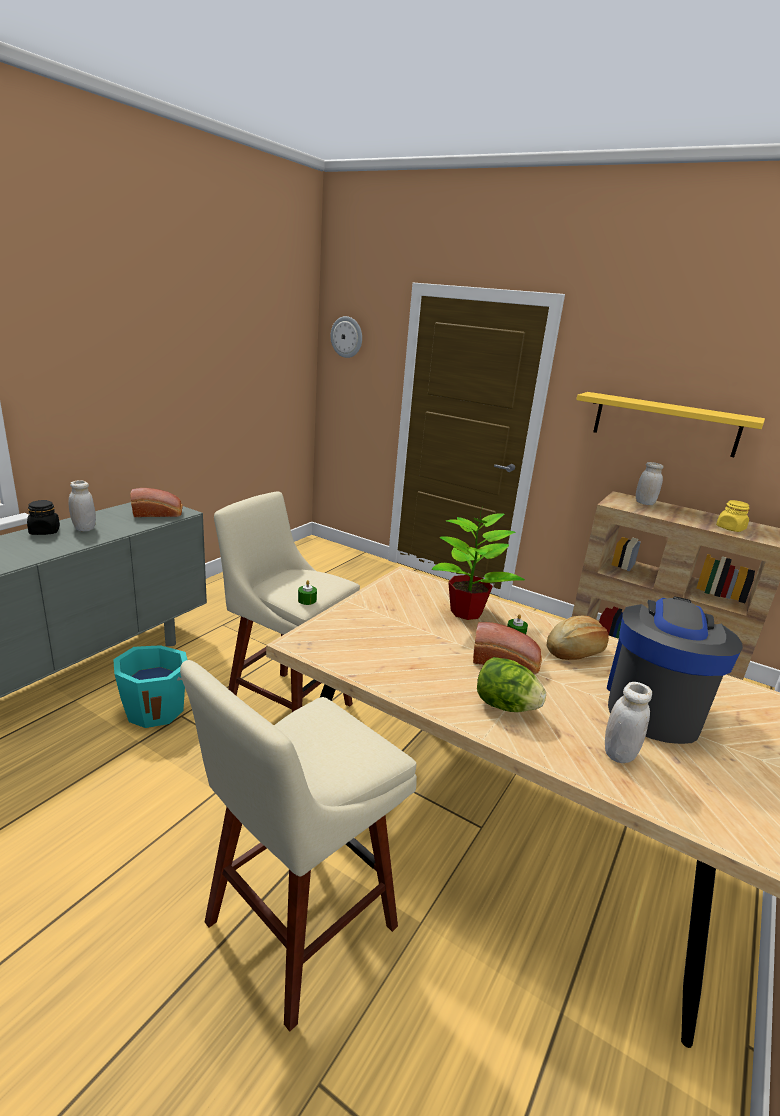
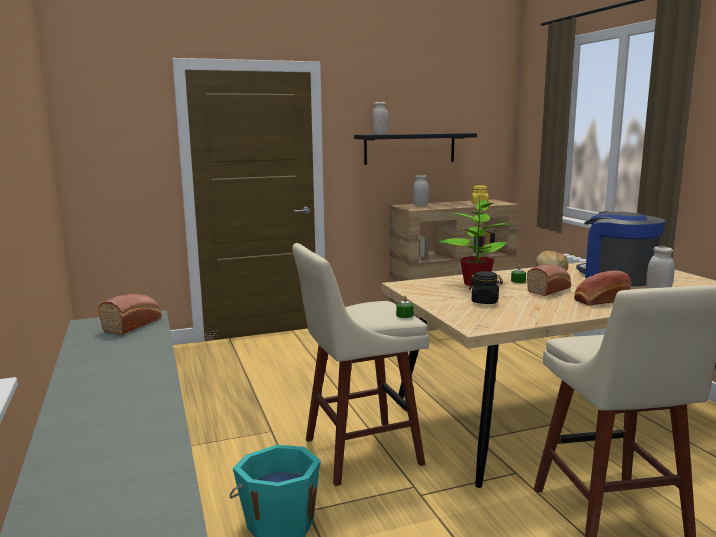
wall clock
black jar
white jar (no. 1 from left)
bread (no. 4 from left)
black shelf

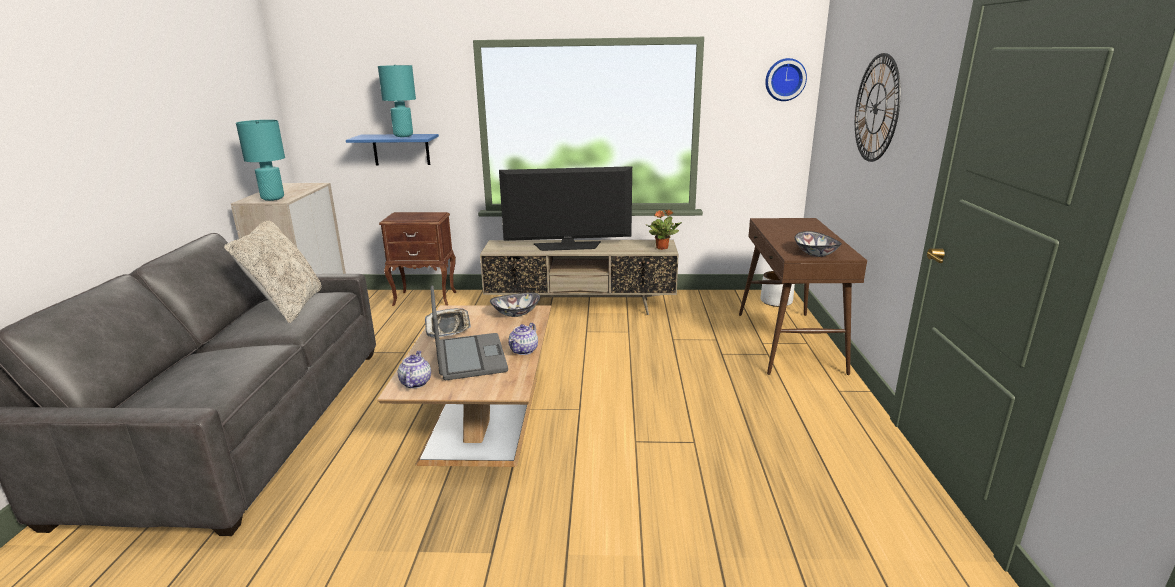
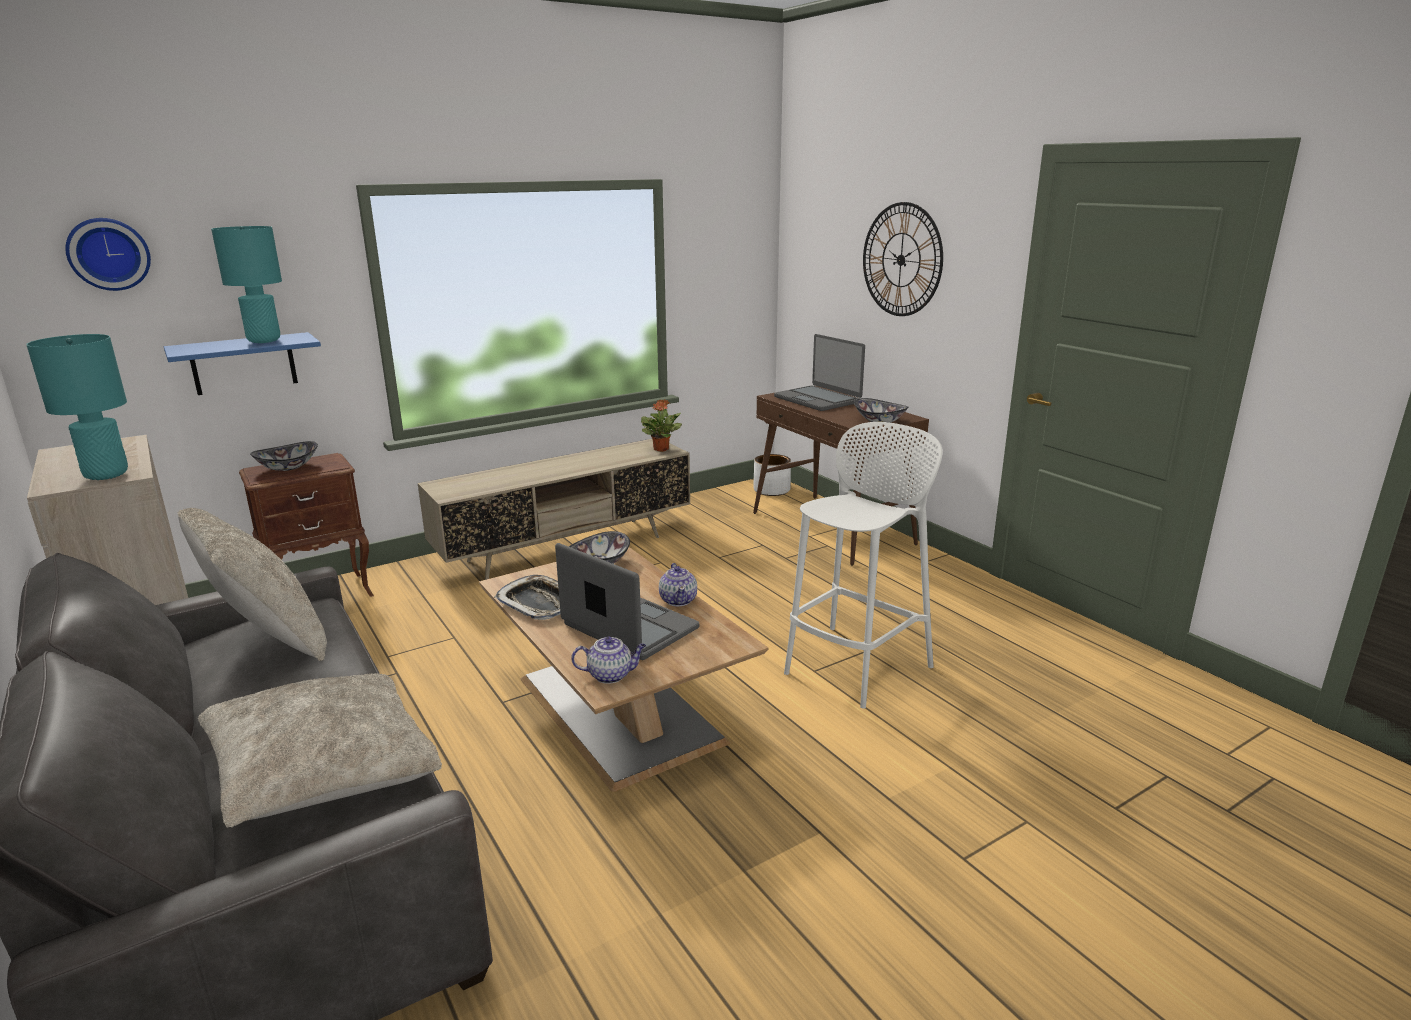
television
beige pillow (no. 2 from left)
bowl (no. 1 from left)
laptop (no. 2 from left)
white stool
wall clock (no. 1 from left)
teapot (no. 1 from left)

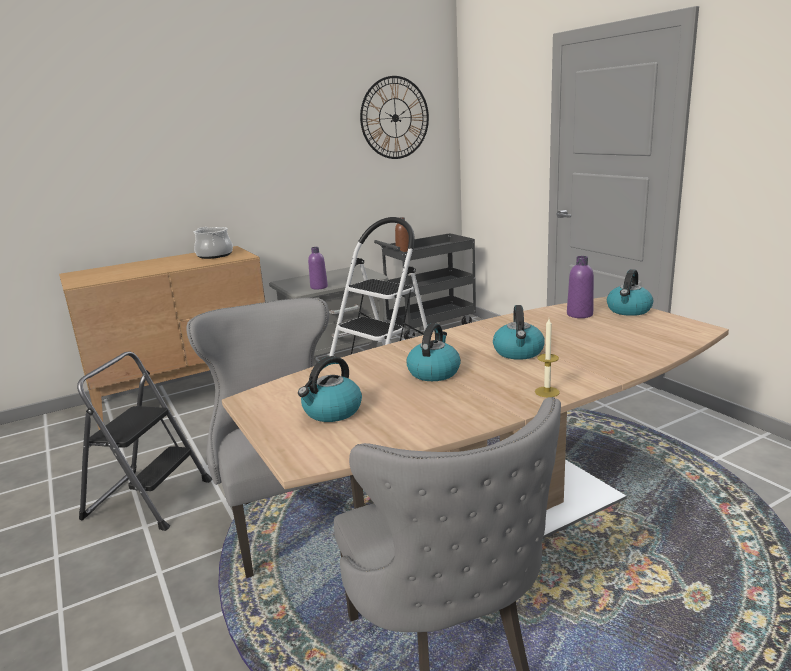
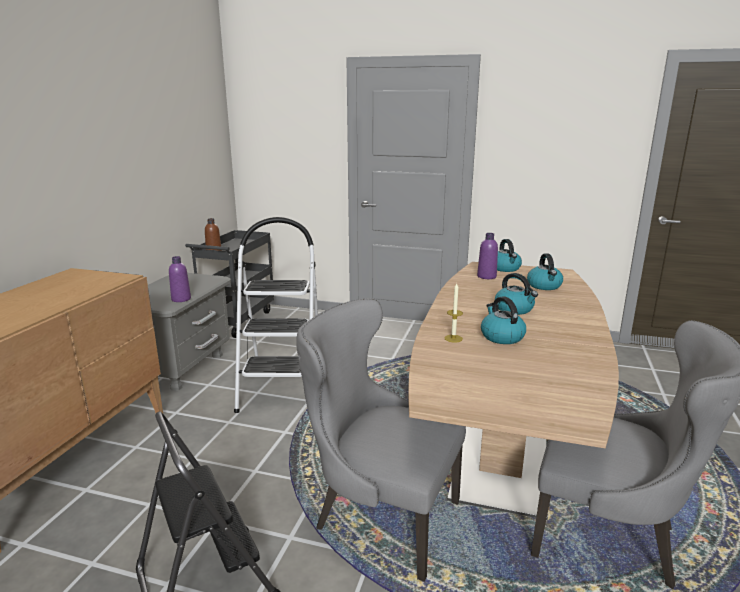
cooking pot
wall clock
kettle (no. 4 from left)
candle

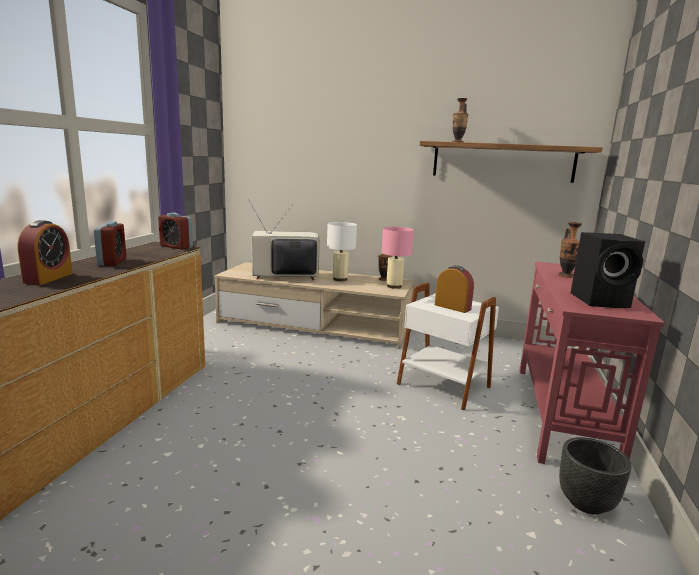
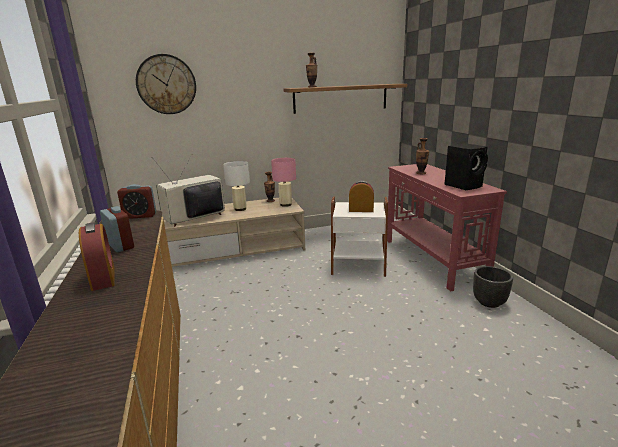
wall clock

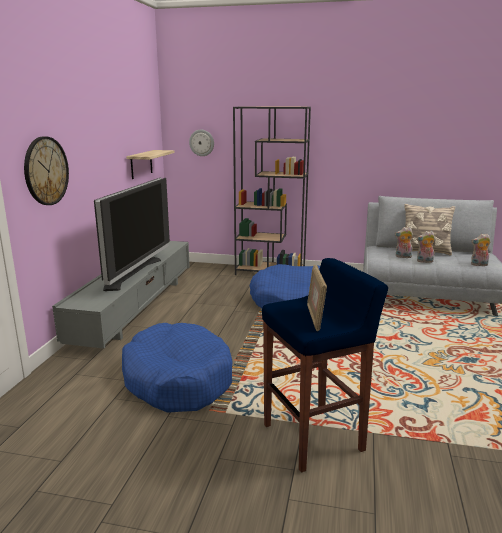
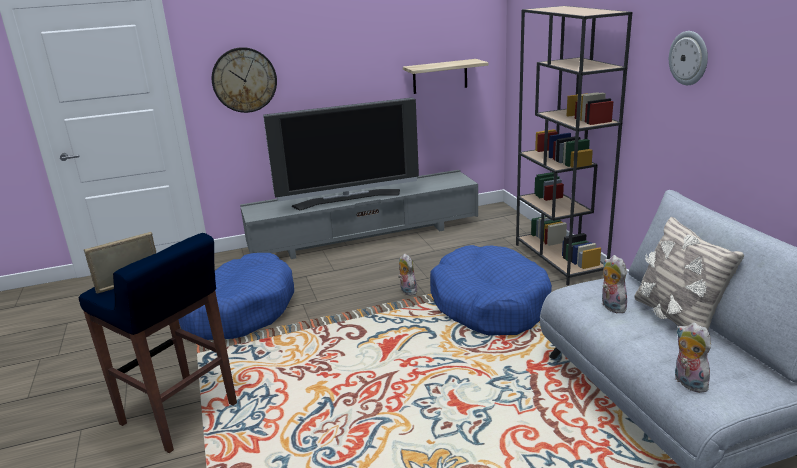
wall clock (no. 2 from left)
plush toy (no. 1 from left)

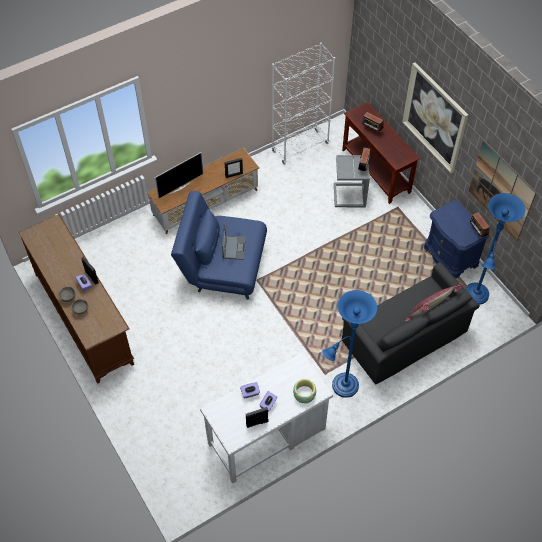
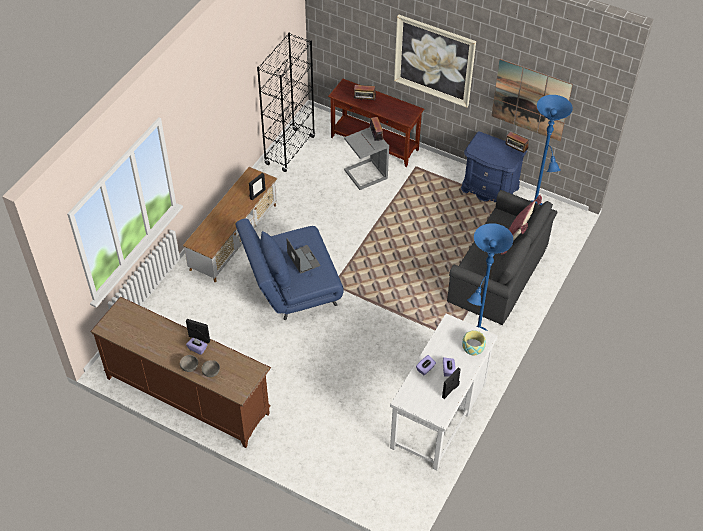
television
black bookcase

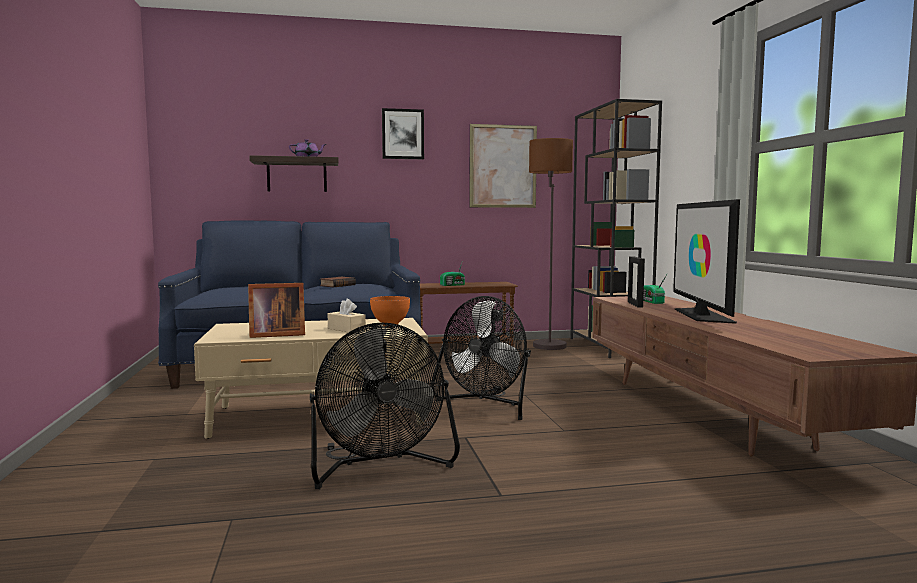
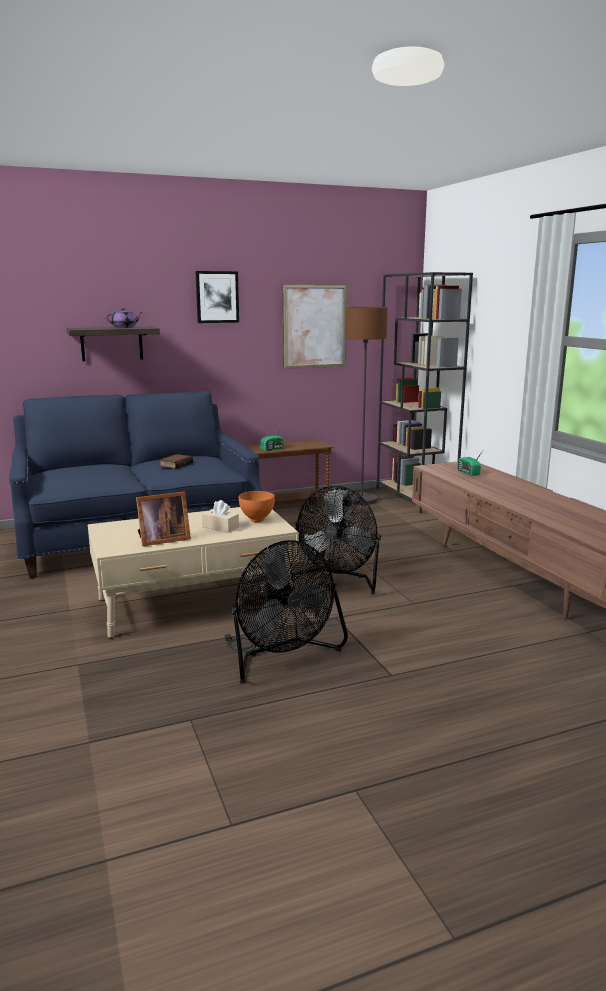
picture frame (no. 2 from left in the first image)
television

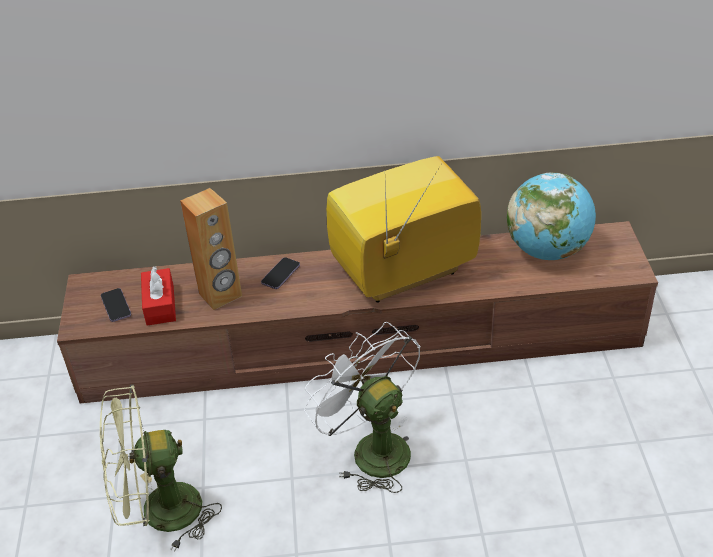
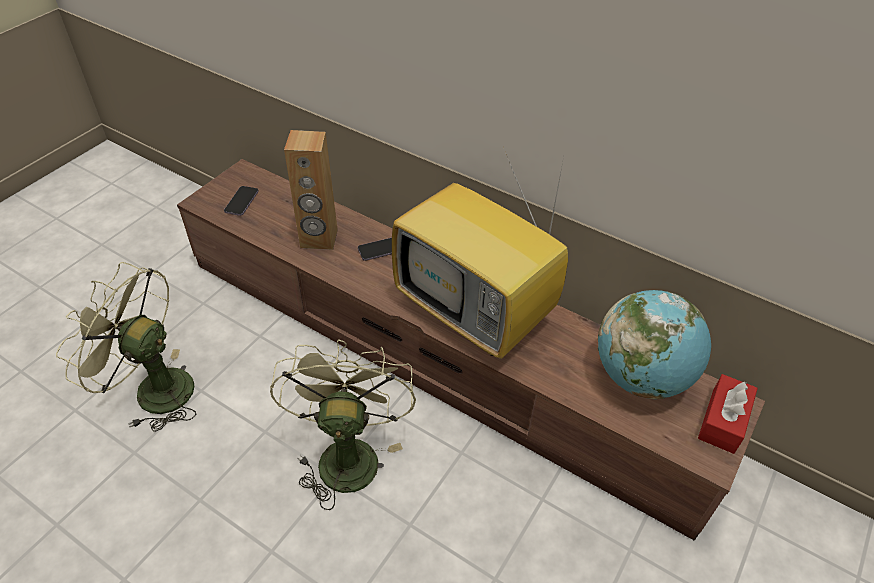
red tissue box
green fan (no. 2 from left)
television

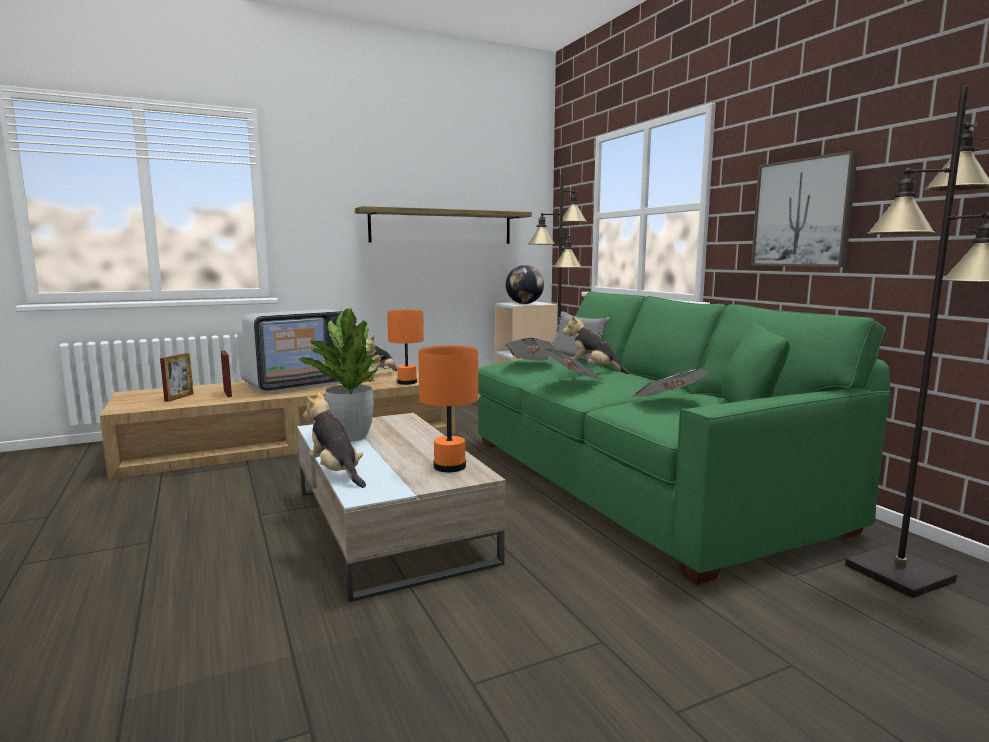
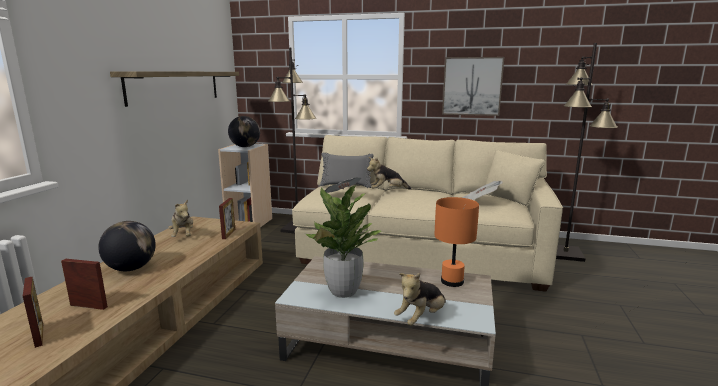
newspaper (no. 2 from left in the first image)
globe (no. 1 from left)
picture frame (no. 3 from left)
beige sofa
plush toy (no. 3 from left)

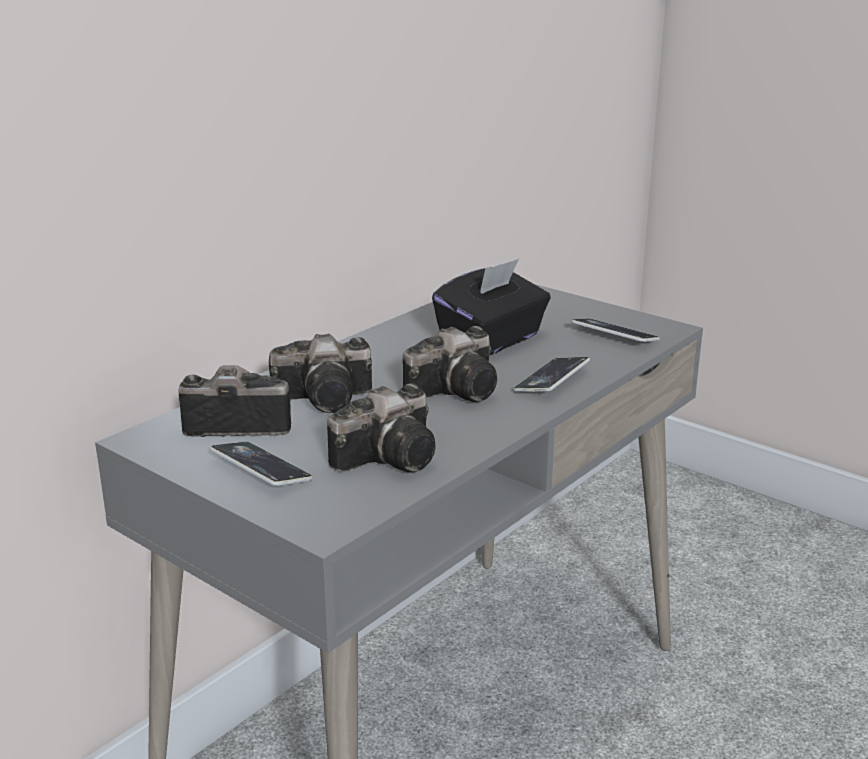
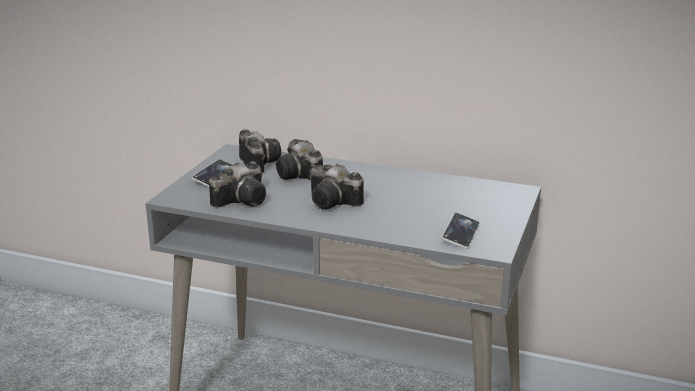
black tissue box
phone (no. 2 from left in the first image)
photo camera (no. 1 from left)

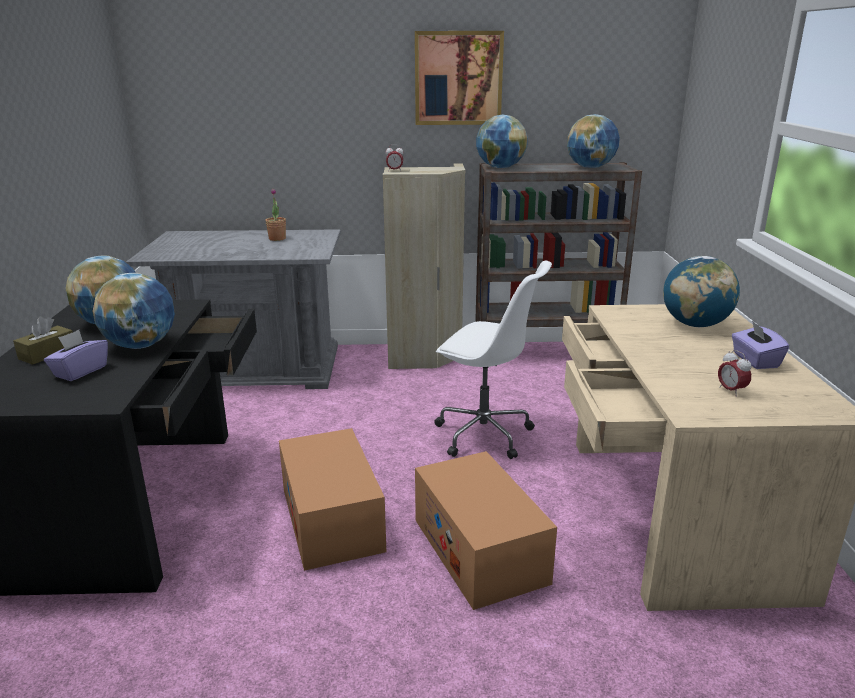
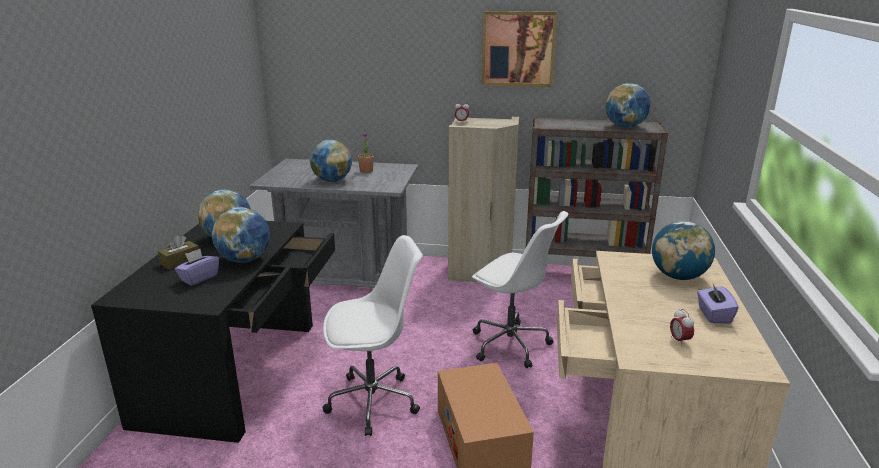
globe (no. 3 from left)
white office chair (no. 1 from left)

